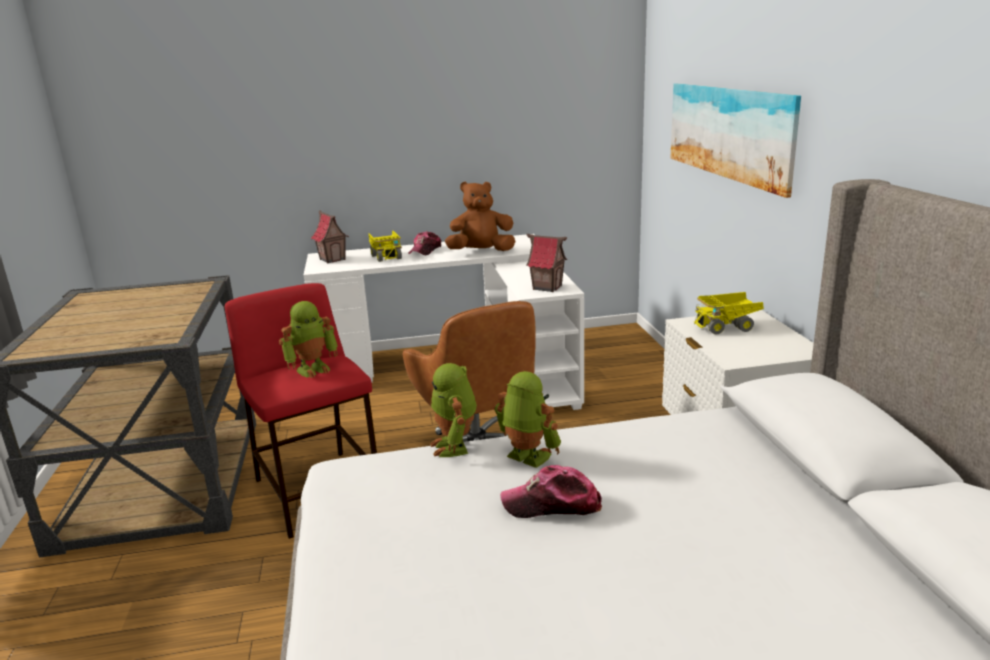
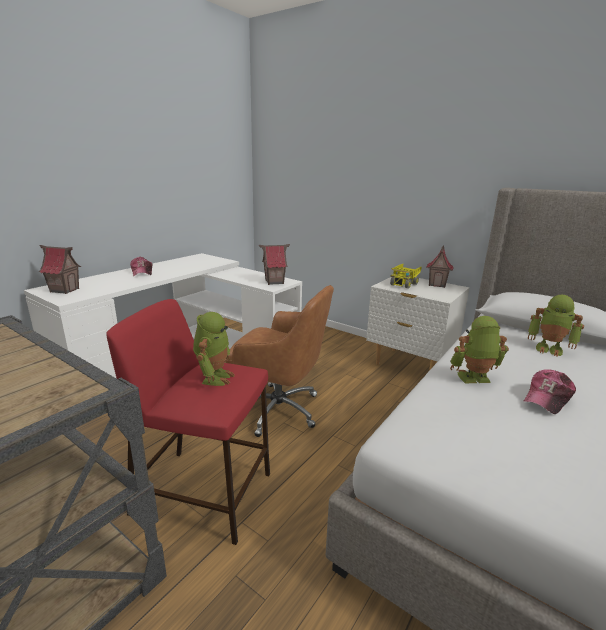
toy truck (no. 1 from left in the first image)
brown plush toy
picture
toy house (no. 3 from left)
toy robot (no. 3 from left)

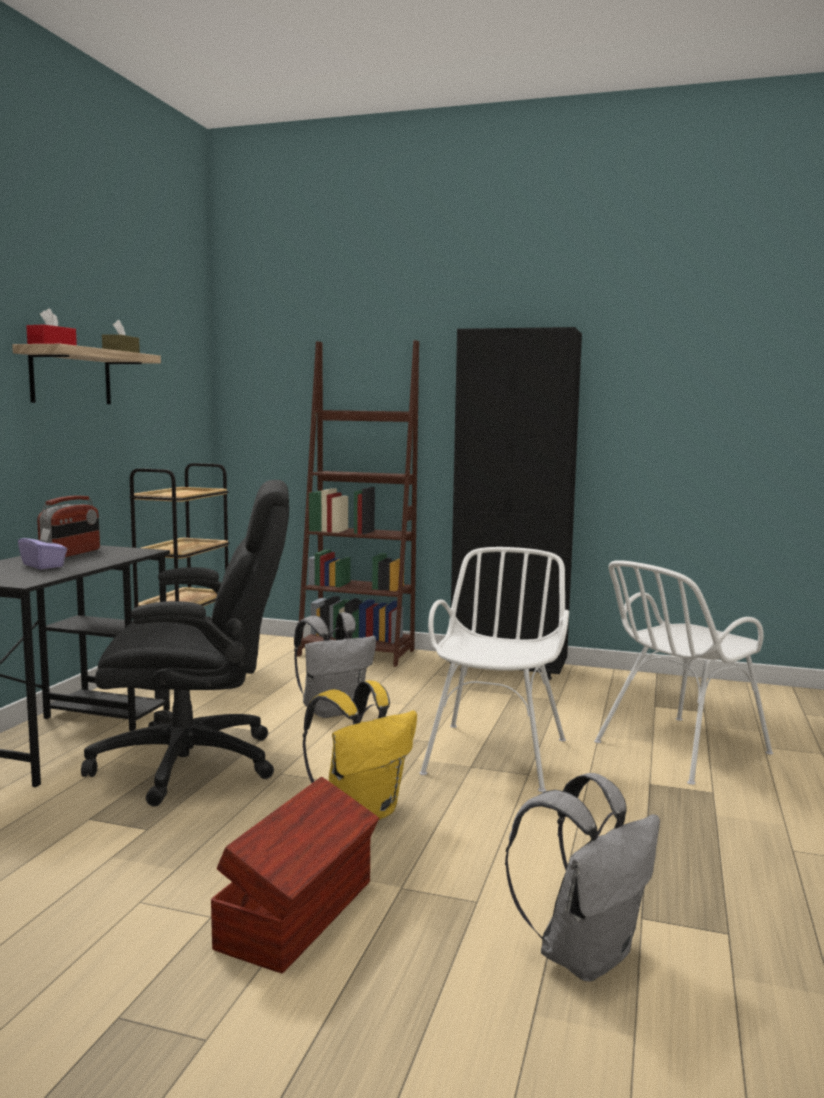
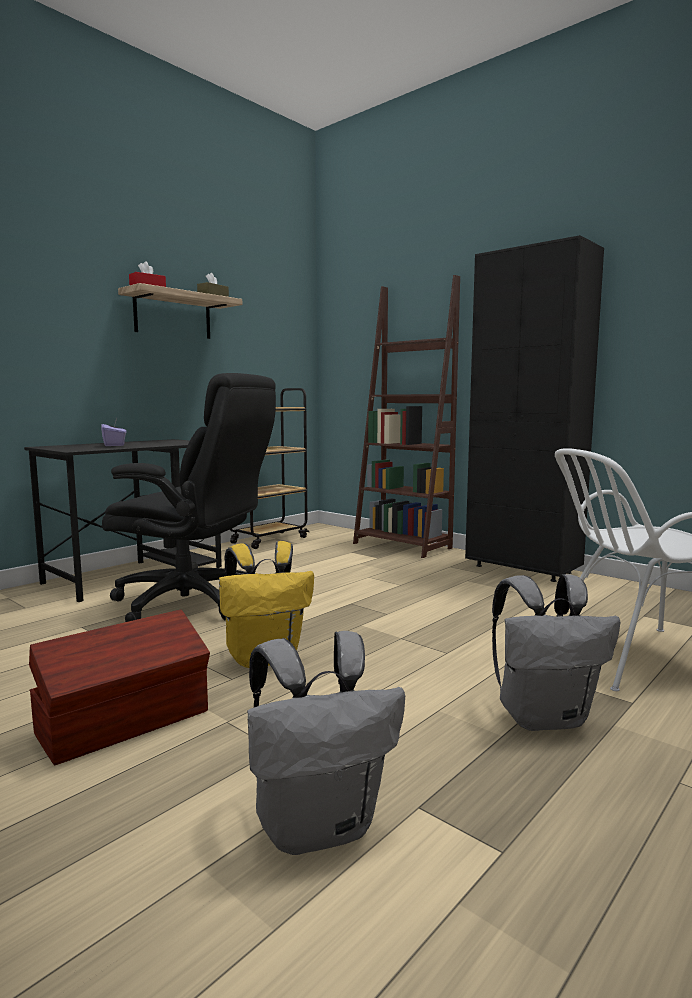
radio
white chair (no. 1 from left in the first image)
grey backpack (no. 2 from left)

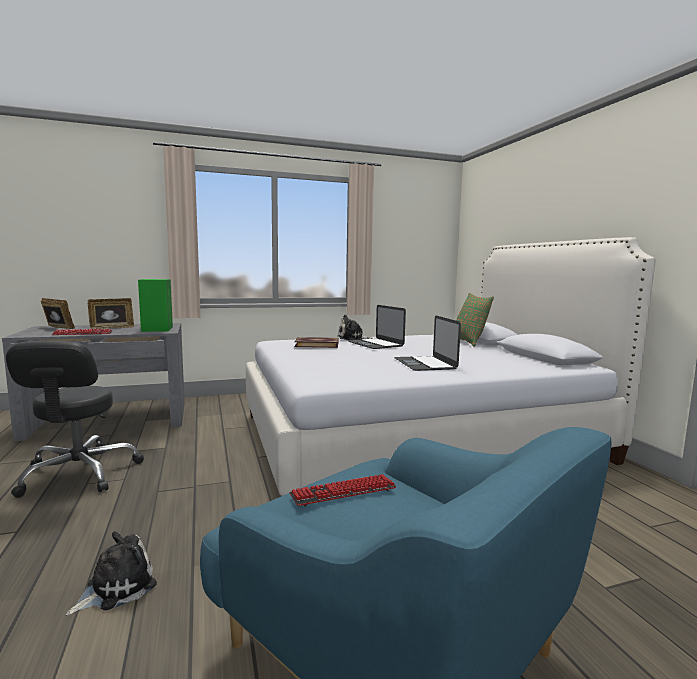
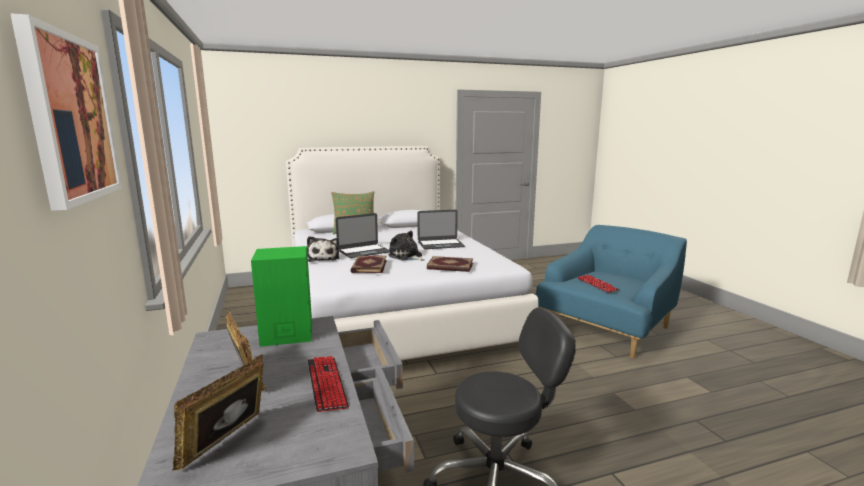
picture
book (no. 2 from left)
plush toy (no. 2 from left)

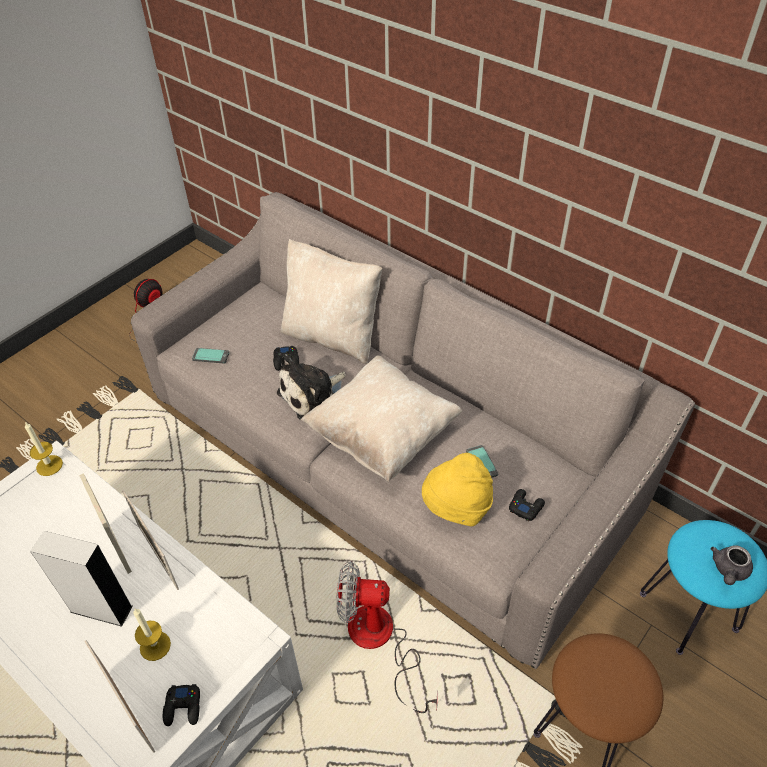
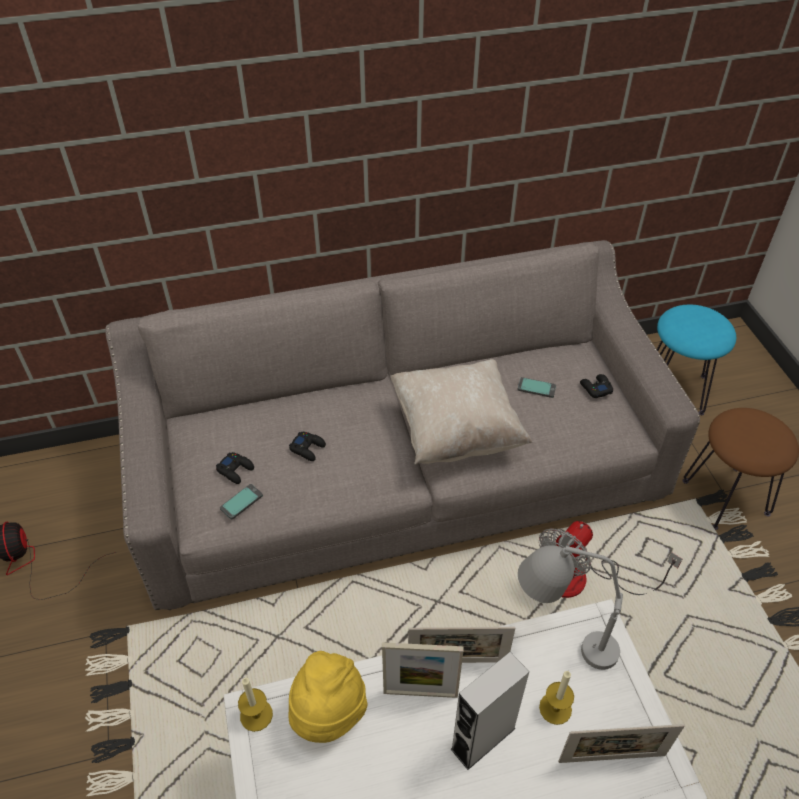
plush toy
beige pillow (no. 1 from left in the first image)
grey teapot
grey table lamp
black game controller (no. 1 from left)
yellow hat

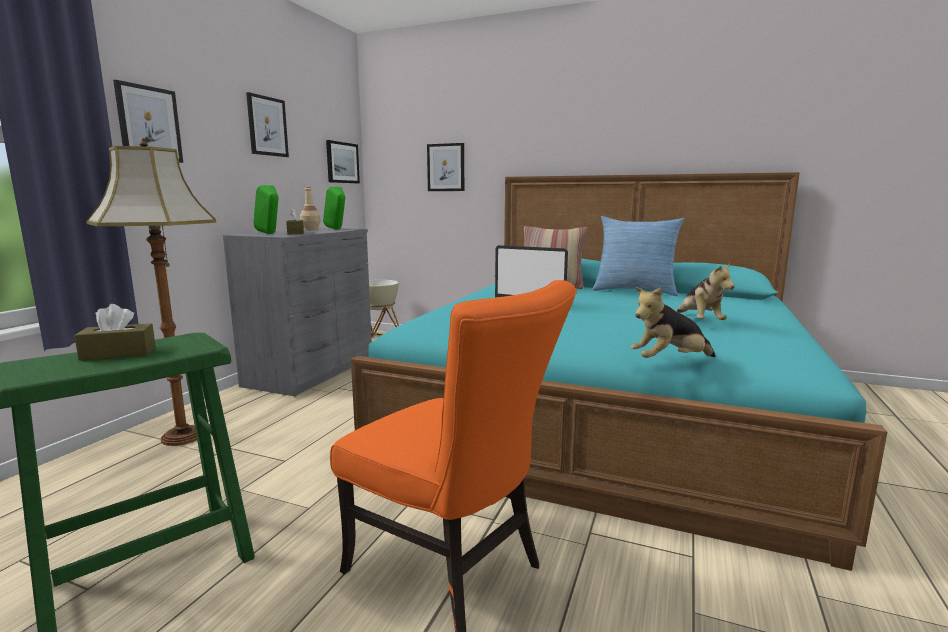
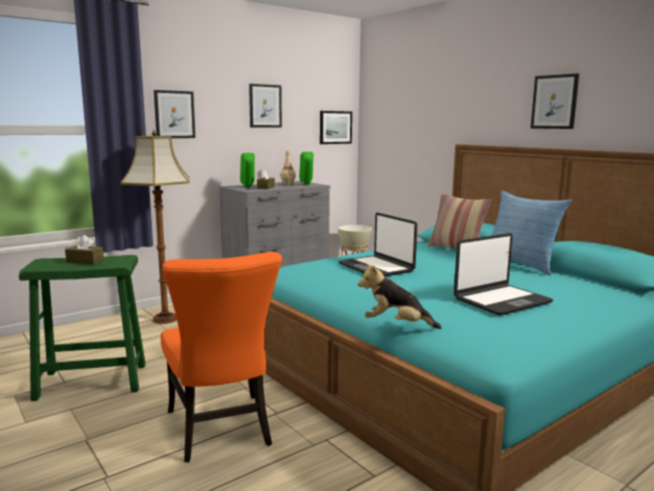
picture (no. 4 from left)
laptop (no. 2 from left)

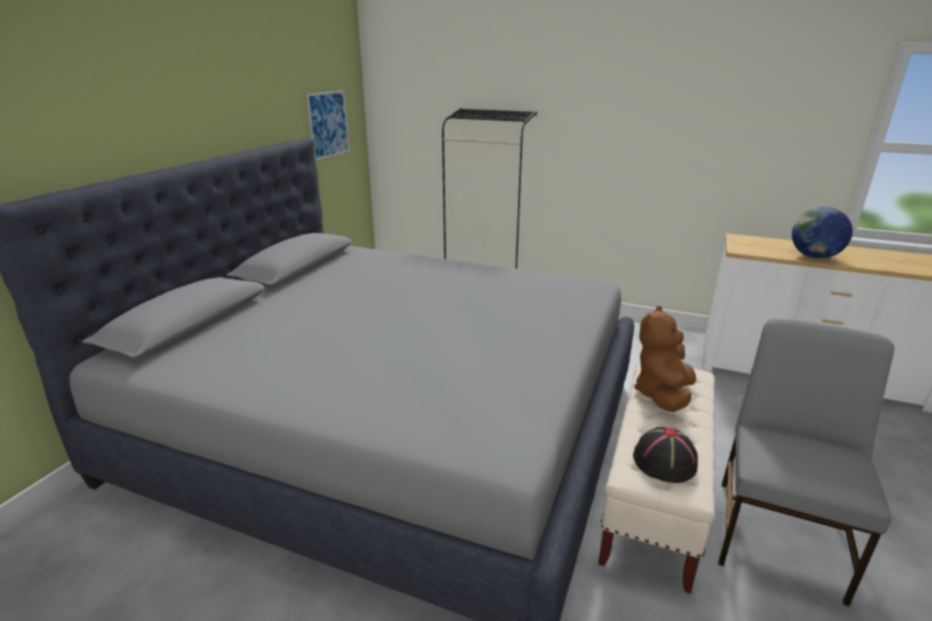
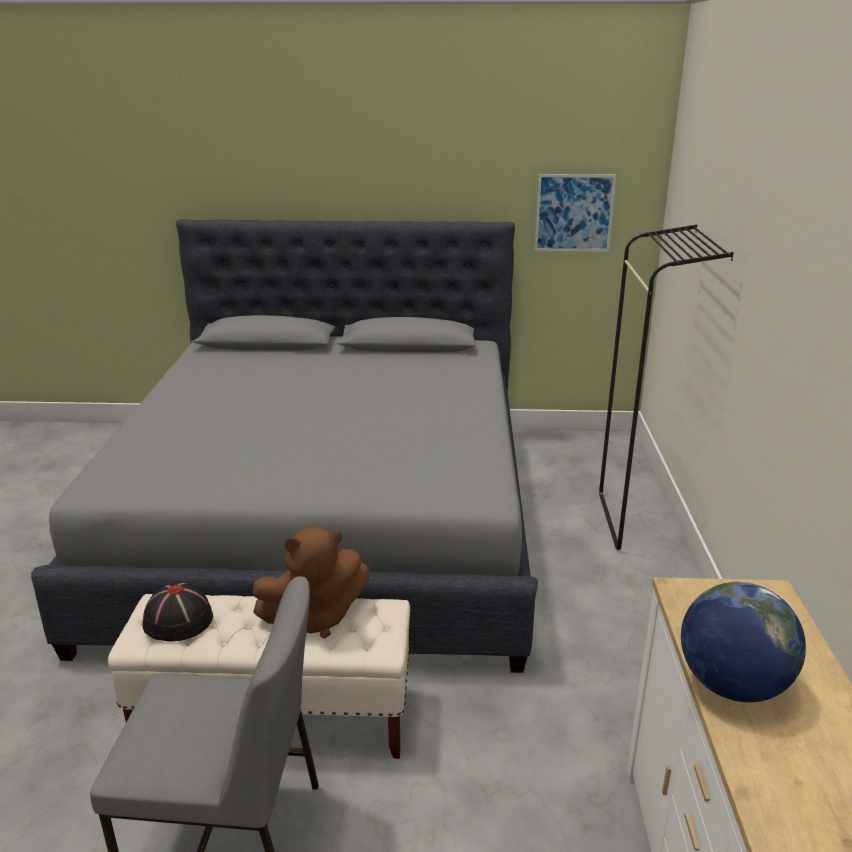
brown plush toy

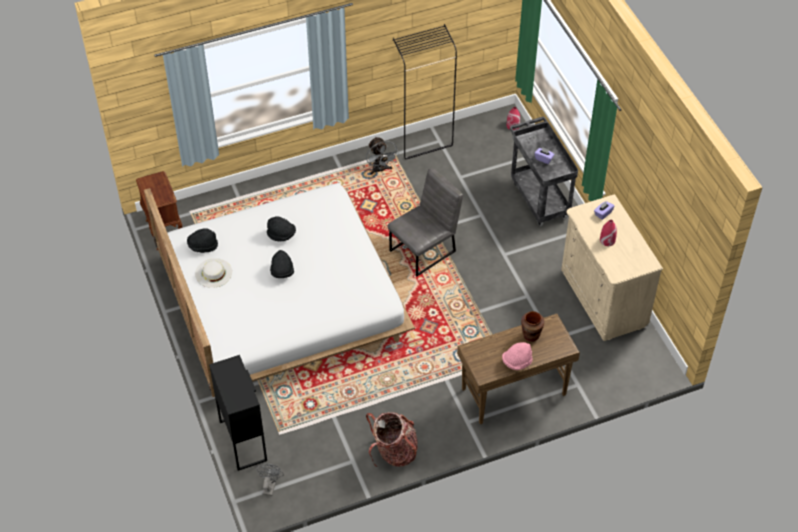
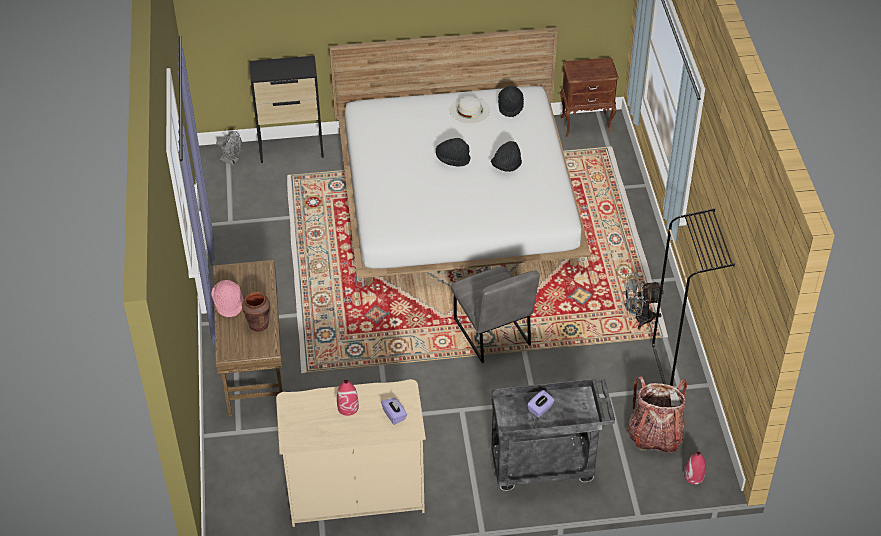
backpack

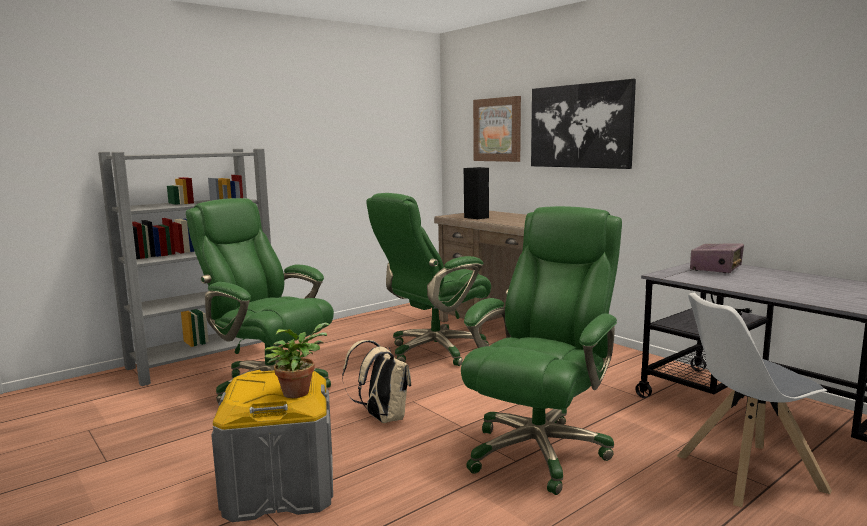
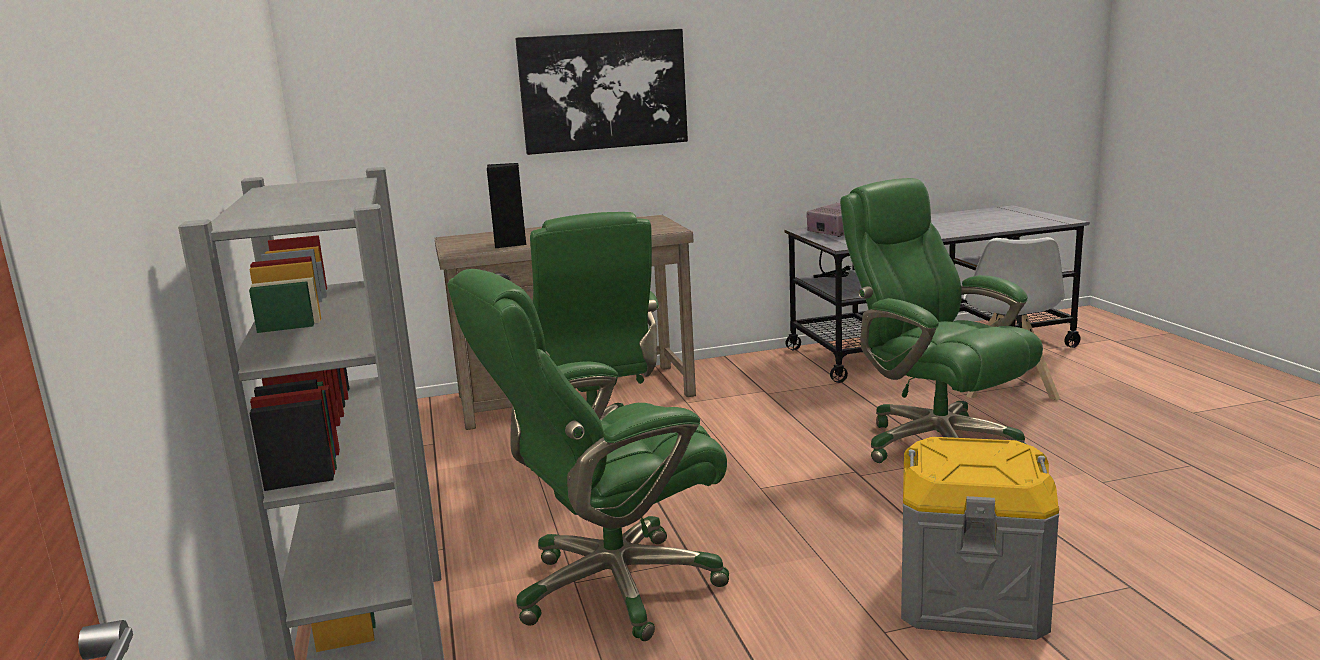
potted plant
beige backpack
picture (no. 1 from left in the first image)

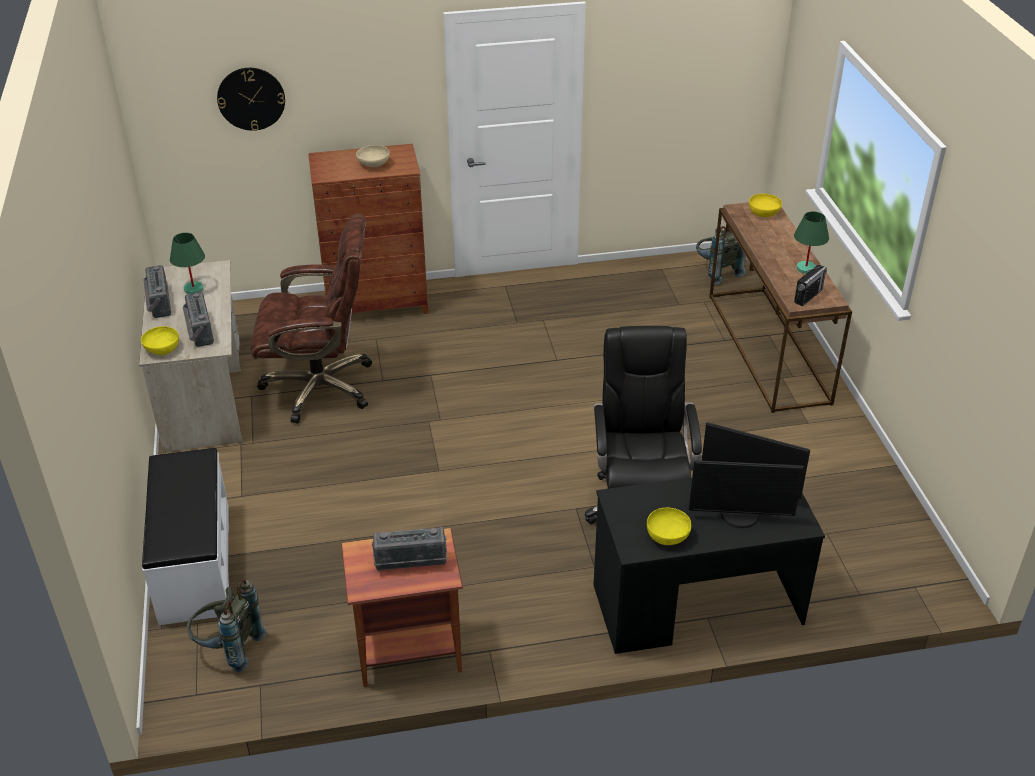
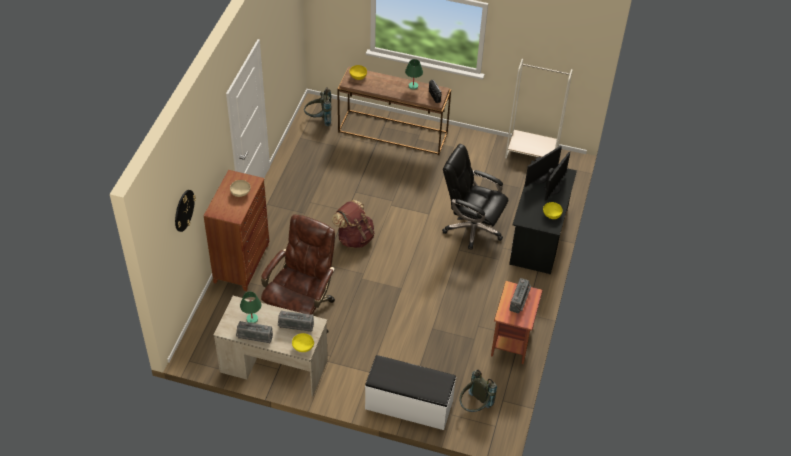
brown backpack
clothes rack

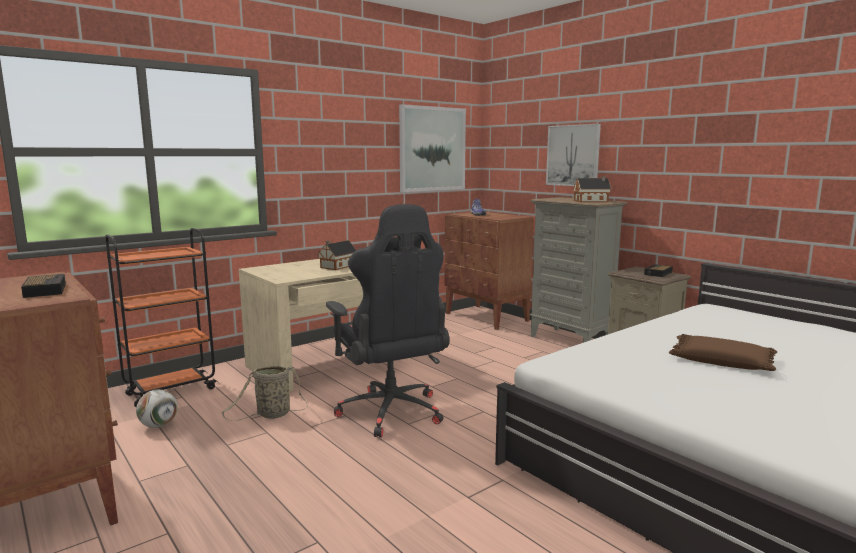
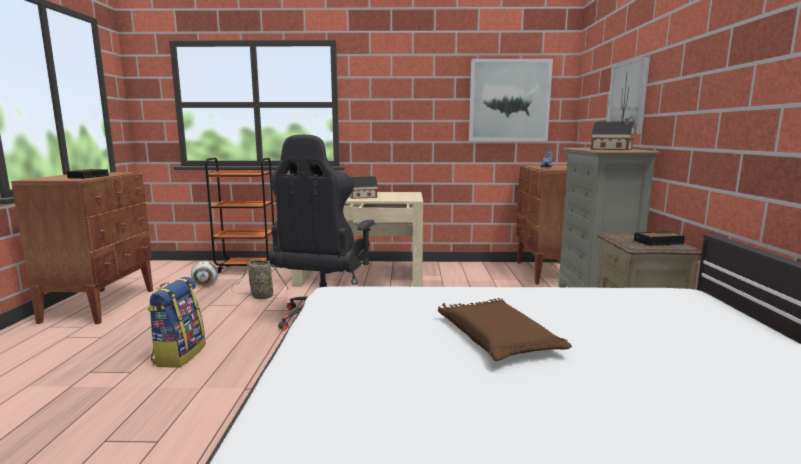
backpack

